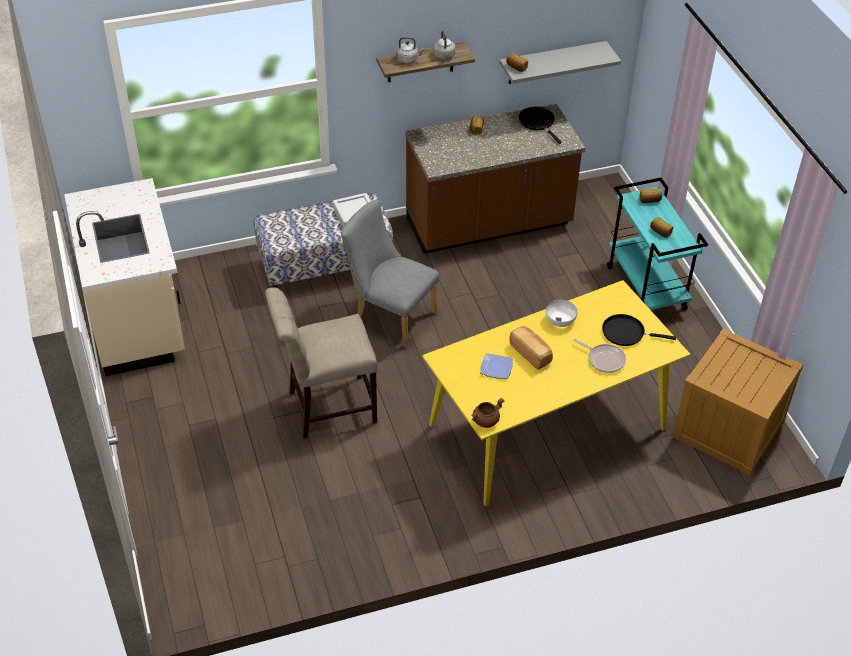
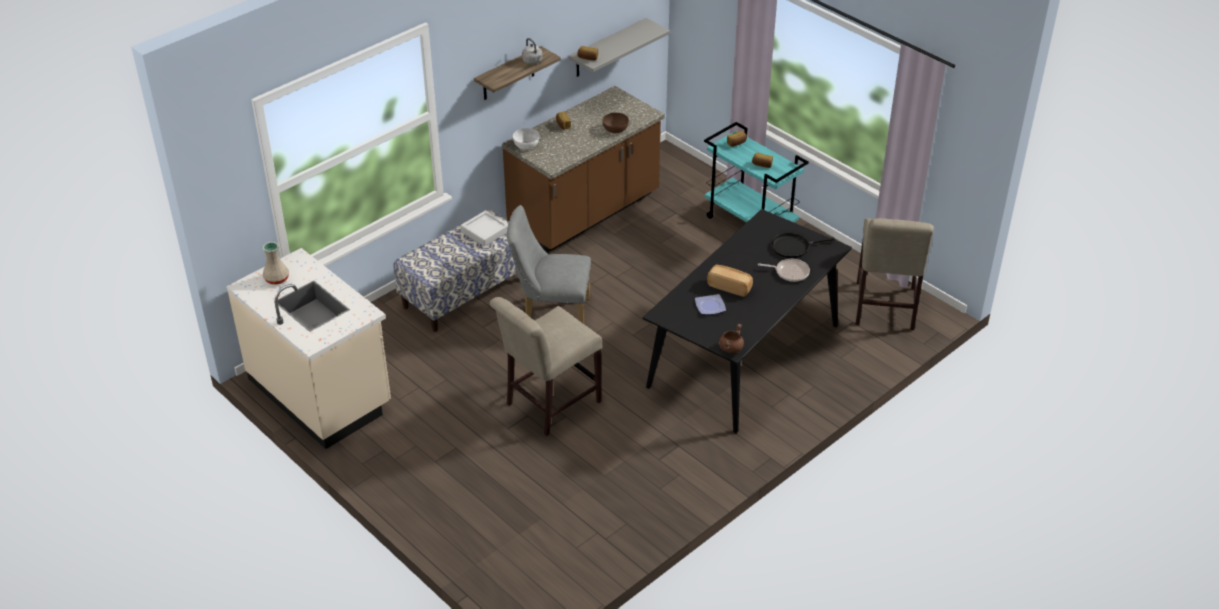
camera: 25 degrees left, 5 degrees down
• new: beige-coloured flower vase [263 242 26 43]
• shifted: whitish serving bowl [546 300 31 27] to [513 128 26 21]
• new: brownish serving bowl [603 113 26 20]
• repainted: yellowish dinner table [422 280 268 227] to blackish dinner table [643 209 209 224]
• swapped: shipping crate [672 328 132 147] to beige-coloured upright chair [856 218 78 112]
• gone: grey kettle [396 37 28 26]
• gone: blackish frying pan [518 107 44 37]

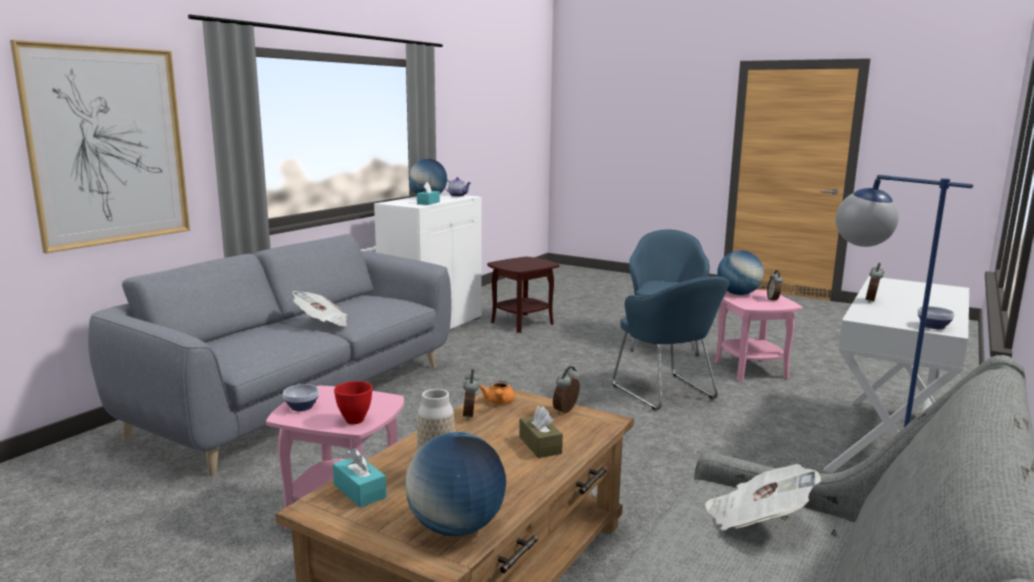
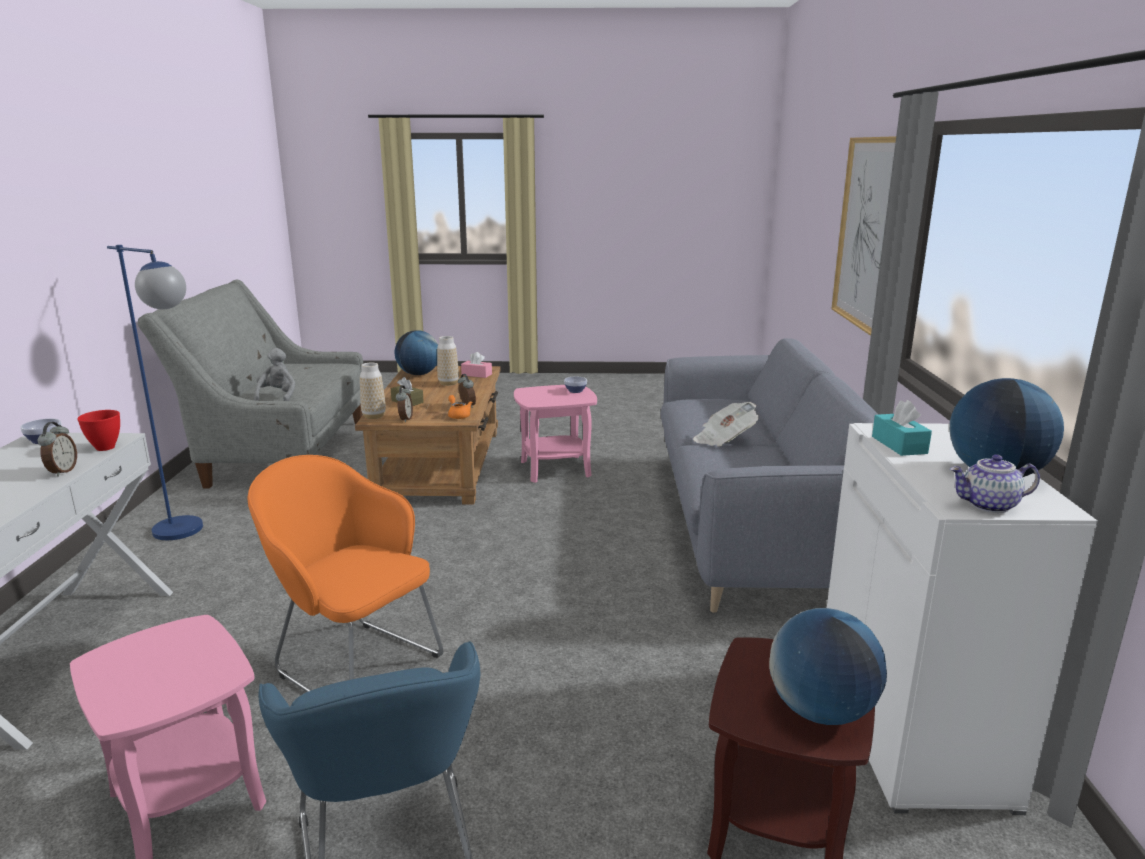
camera: 150 degrees right, 5 degrees up
• shifted: reddish serving bowl [334 381 39 43] to [77 410 43 41]
• repainted: bluish easy chair [612 276 118 134] to orangey easy chair [247 455 196 237]
• swapped: newspaper [705 464 116 67] to grey plush toy [254 348 41 53]
• new: flower vase [360 363 26 56]
• repainted: turquoise-coloured tissue box [333 448 54 59] to pinkish tissue box [461 352 31 26]
• shifted: world globe [717 250 47 45] to [769 608 118 117]
• gone: table clock [767 270 16 32]

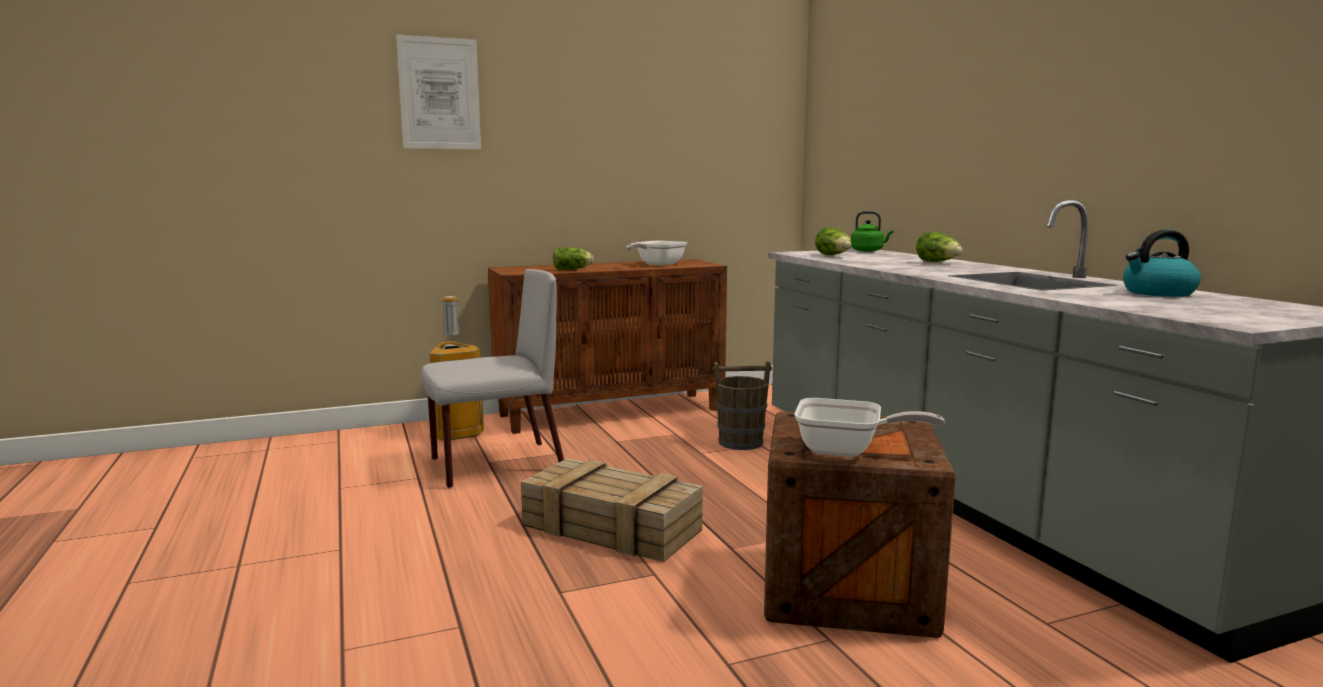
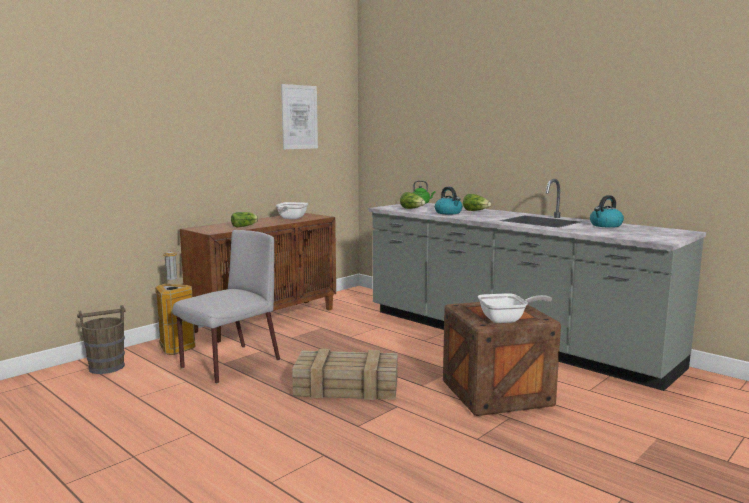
camera: 25 degrees left, 0 degrees up
• shifted: brownish pail [713 361 59 89] to [77 305 49 69]
• shifted: wall picture [396 35 85 114] to [281 84 37 65]
• new: kettle [435 187 27 28]

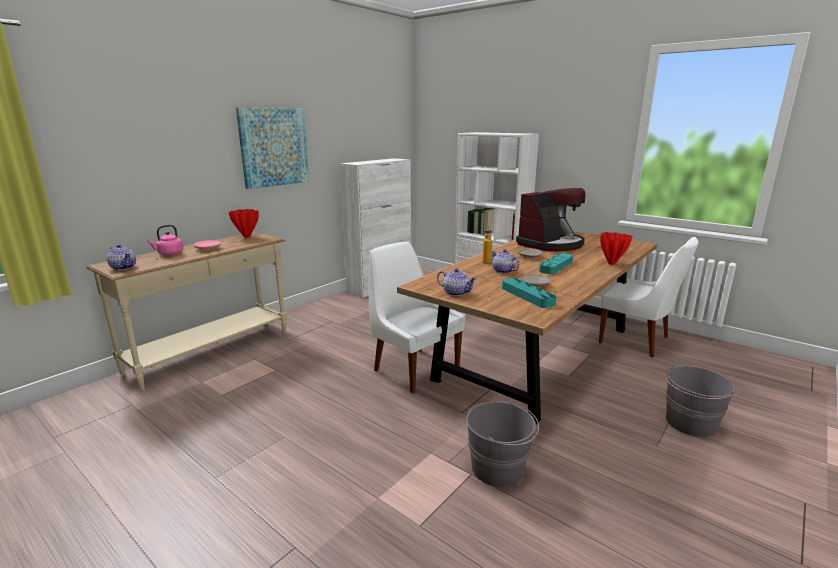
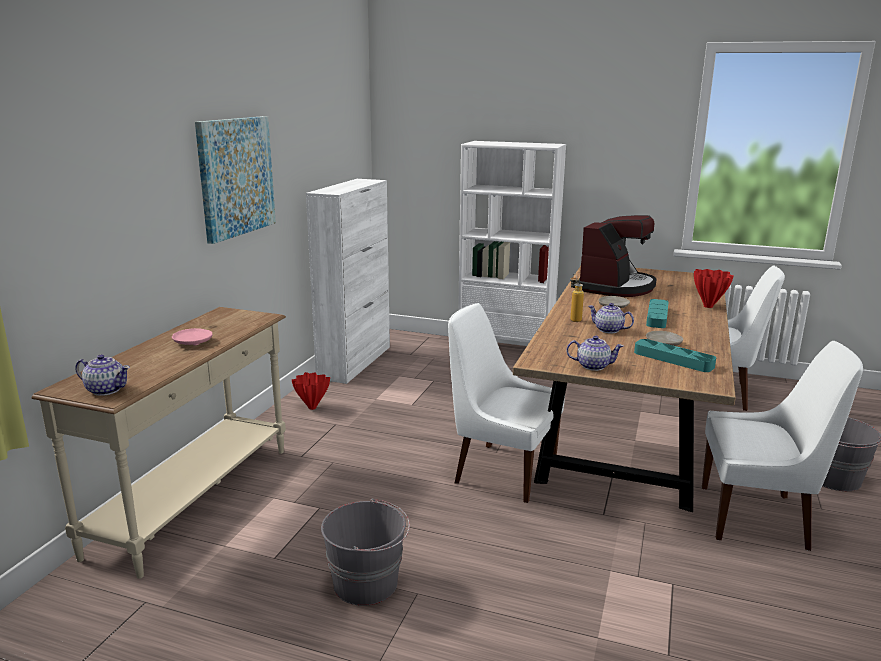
camera: 20 degrees left, 0 degrees up
• shifted: reddish flower vase [229 209 30 29] to [292 372 38 38]
• shifted: grey pail [466 401 73 86] to [321 499 89 107]
• new: whitish upright chair [702 341 161 210]
• gone: pinkish kettle [147 225 36 30]

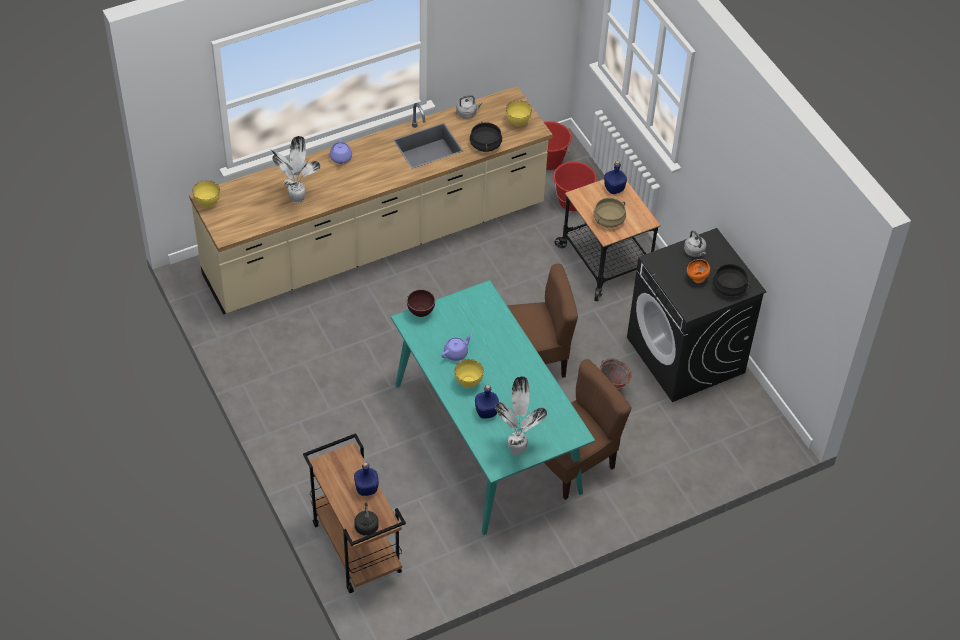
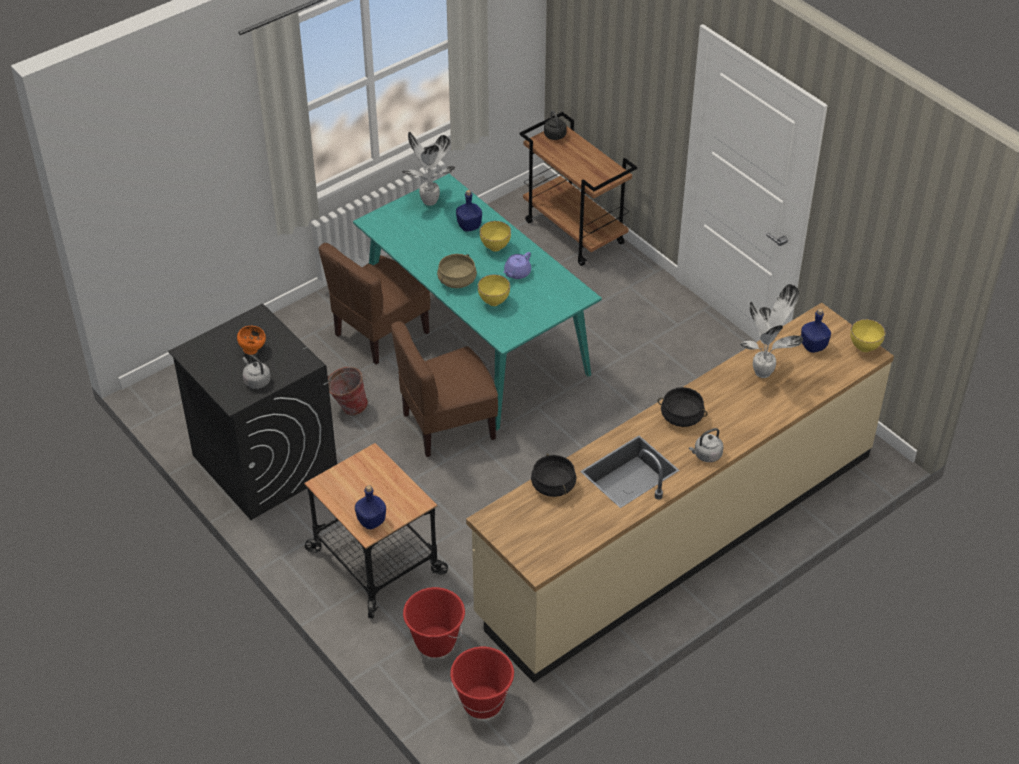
camera: 170 degrees right, 5 degrees down
• shifted: beige-coloured saucepot [593 198 33 30] to [437 254 40 34]
• shifted: yellowish serving bowl [506 100 26 26] to [478 275 32 31]
• shifted: blackish saucepot [713 264 38 32] to [658 387 49 40]
• shifted: grey kettle [456 95 27 24] to [689 428 35 34]
• shifted: bluish drink bottle [354 462 25 34] to [801 309 30 44]
• gone: purplish teapot [330 138 22 26]
• gone: brownish serving bowl [407 289 28 28]

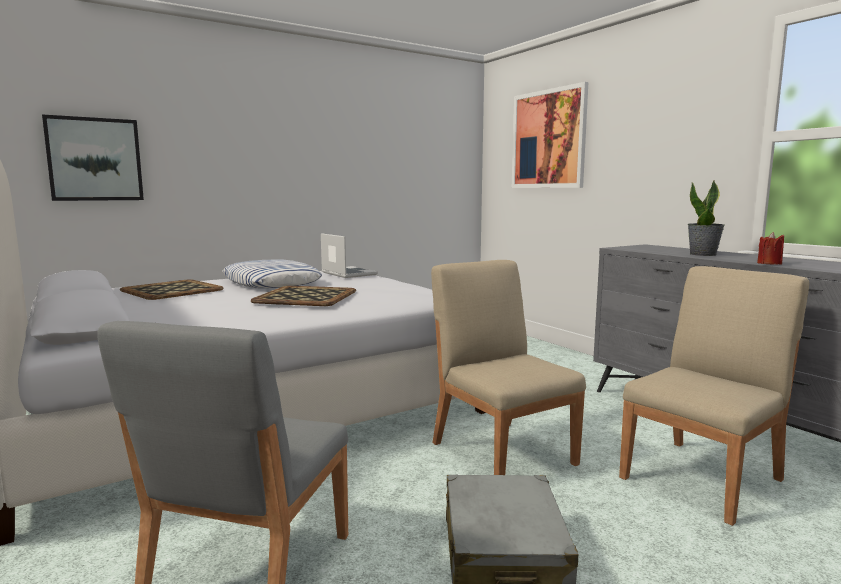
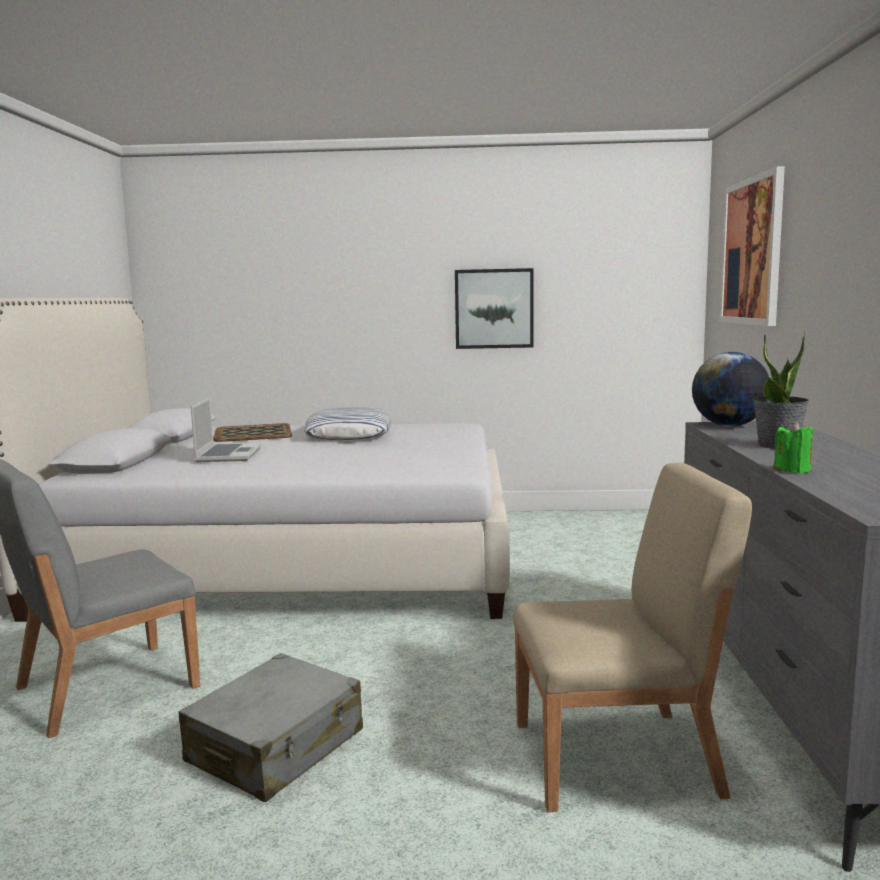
camera: 35 degrees right, 0 degrees up
• shifted: laptop [321 233 57 45] to [191 397 70 65]
• shifted: wall picture [42 114 102 87] to [455 268 79 81]
• new: world globe [692 352 77 74]
• repainted: reddish wax light [757 232 27 33] to green wax light [773 421 40 52]
• gone: serving tray [251 286 105 20]
• gone: beige-coloured upright chair [431 260 155 215]

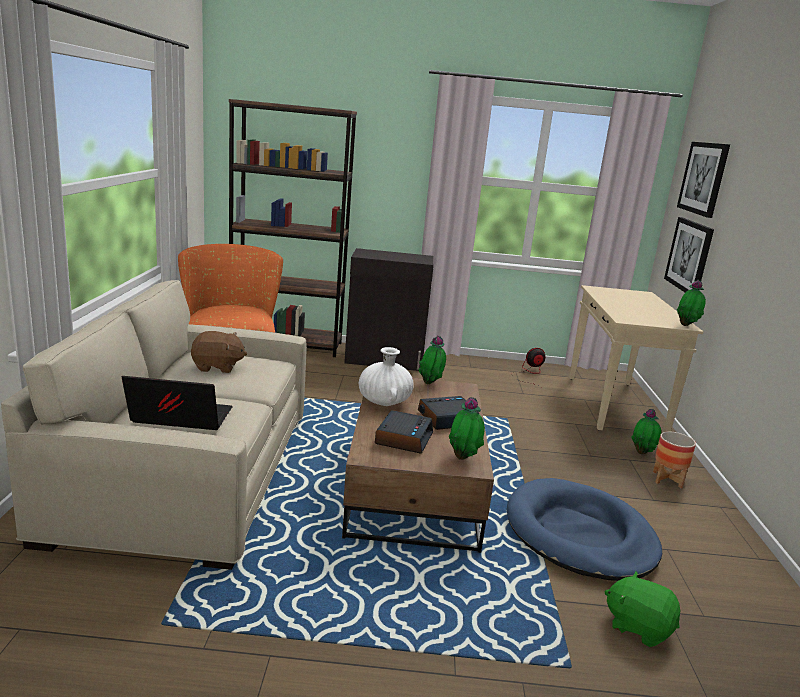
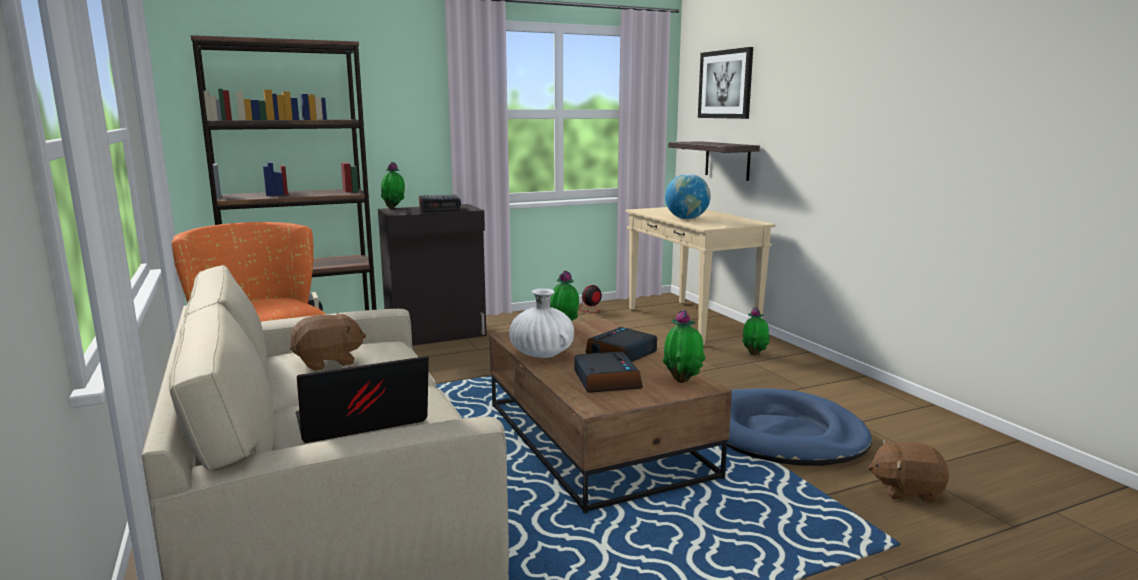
camera: 25 degrees left, 5 degrees down
• shifted: plant in a pot [677 280 29 46] to [381 162 24 47]
• new: table clock [419 195 42 17]
• new: world globe [665 174 46 45]
• swapped: wall picture [664 217 50 76] to shelf [668 141 92 40]
• repainted: green plush toy [604 571 76 76] to brownish plush toy [868 439 81 64]
• gone: planter [653 431 43 57]

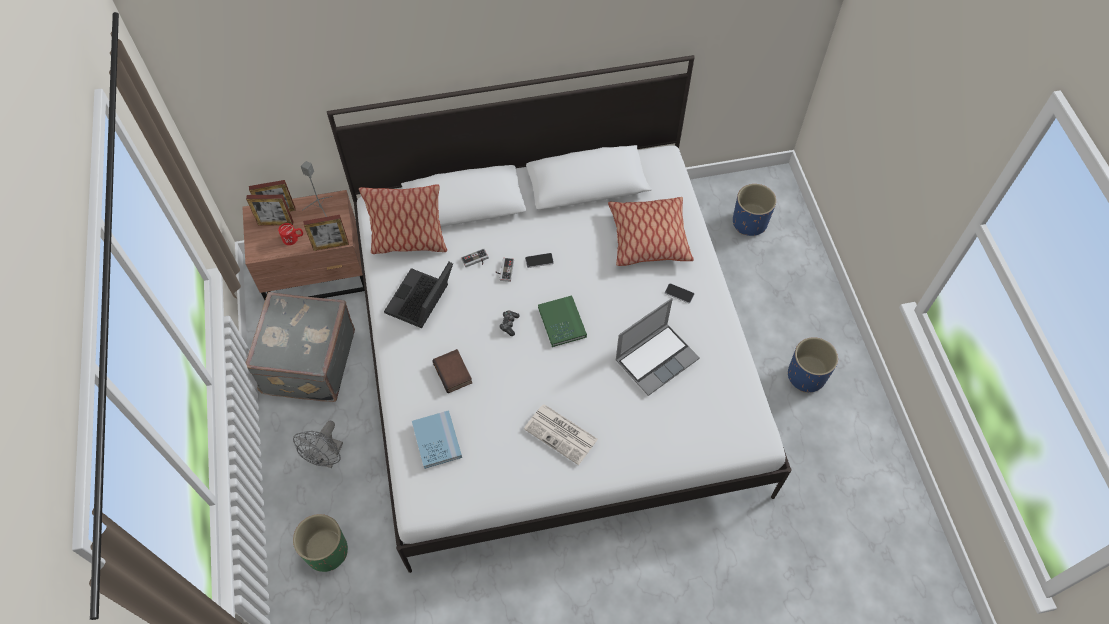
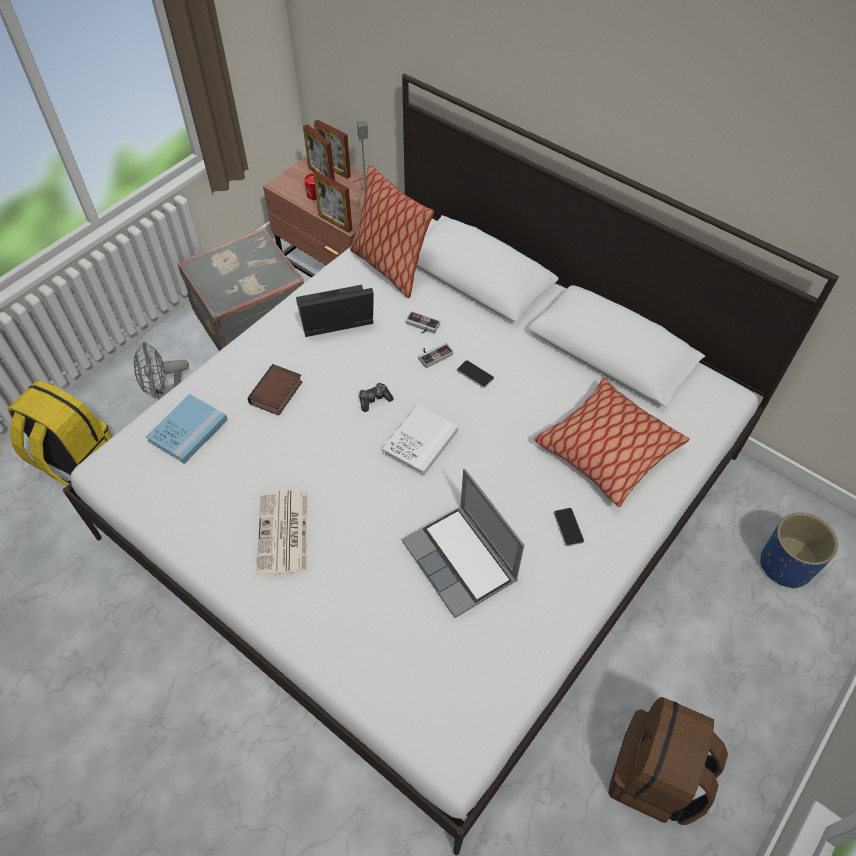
camera: 50 degrees right, 5 degrees down
• swapped: green planter [293 514 55 58] to yellowish backpack [7 380 105 106]
• repainted: green volume [538 295 49 52] to whitish volume [382 405 76 71]
• rotated: laptop [615 298 85 98] = [402 469 122 149] 45 degrees clockwise
• swapped: bluish planter [788 337 50 56] to brownish backpack [608 697 120 128]

